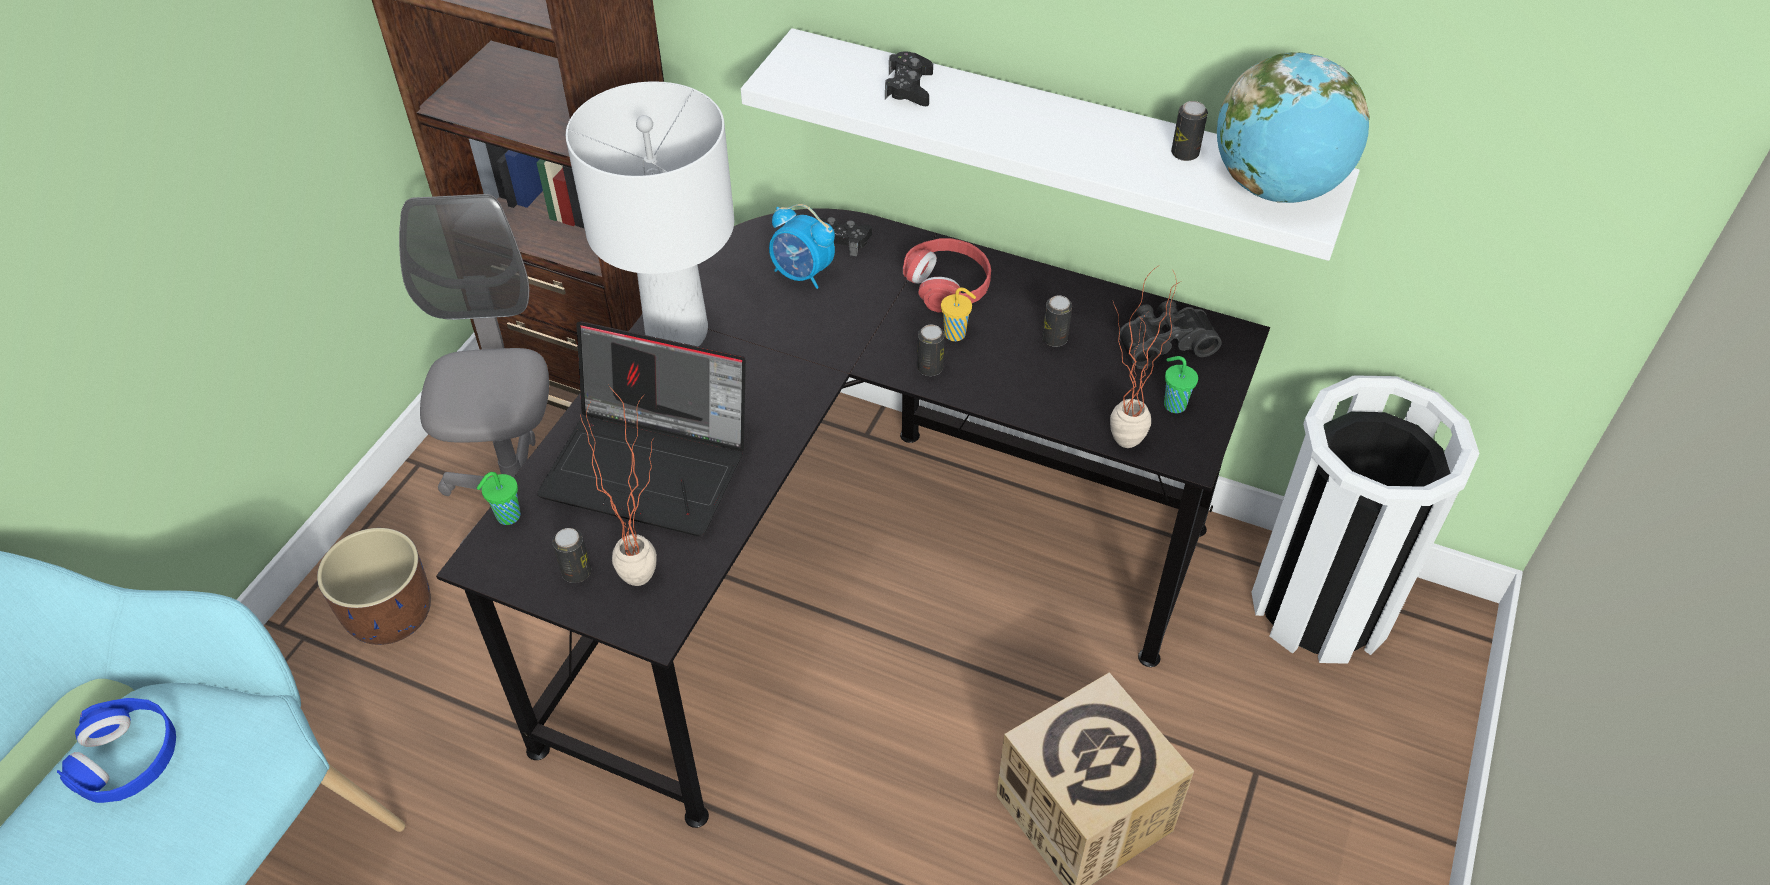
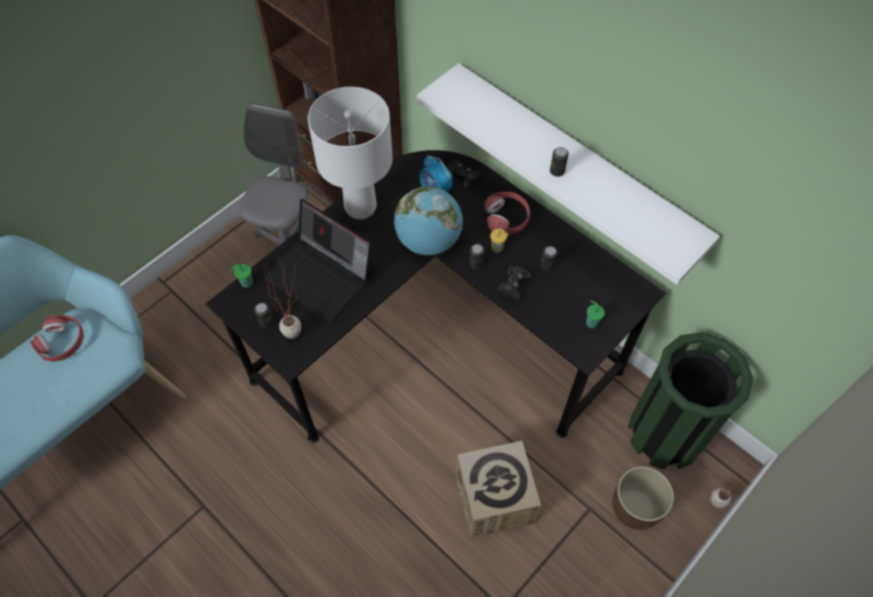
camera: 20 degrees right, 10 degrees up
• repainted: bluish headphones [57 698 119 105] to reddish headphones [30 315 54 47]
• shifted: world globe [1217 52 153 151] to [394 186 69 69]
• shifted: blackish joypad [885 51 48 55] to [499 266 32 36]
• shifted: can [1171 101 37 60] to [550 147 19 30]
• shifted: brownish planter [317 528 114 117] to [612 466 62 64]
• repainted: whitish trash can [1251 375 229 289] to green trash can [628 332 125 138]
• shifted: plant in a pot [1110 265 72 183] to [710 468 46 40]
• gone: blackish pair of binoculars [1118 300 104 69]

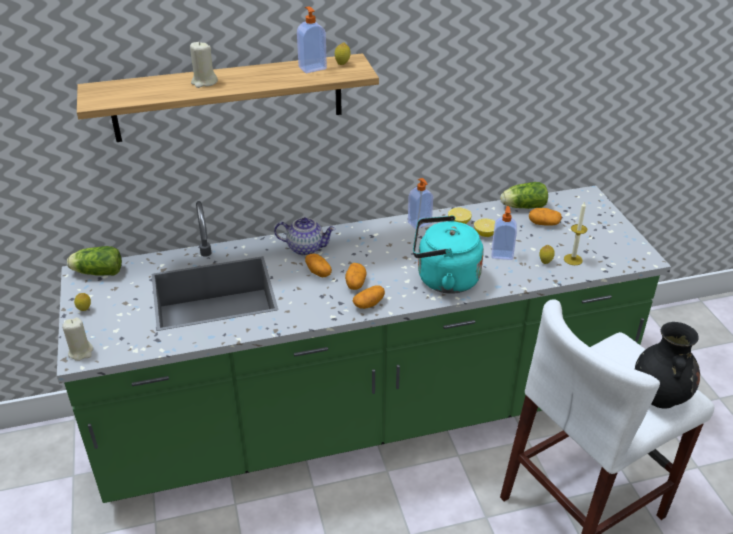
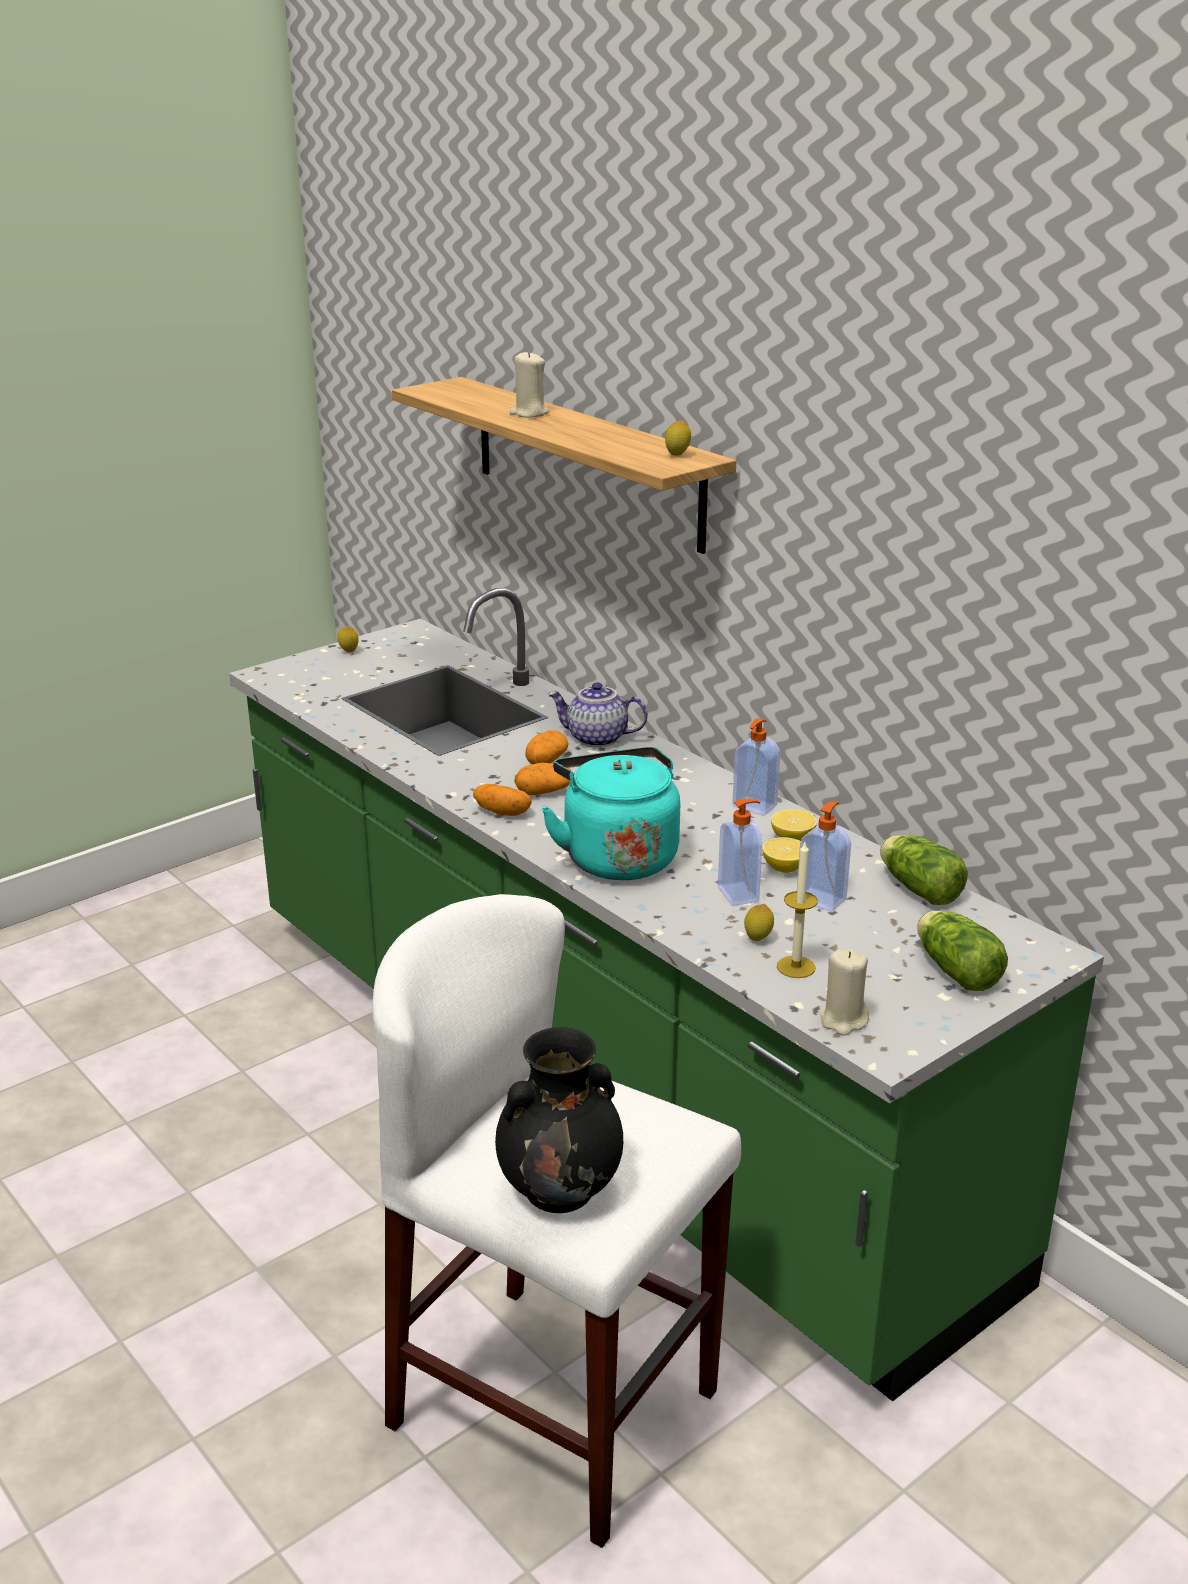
camera: 65 degrees right, 10 degrees down
• rotated: teapot [274 218 62 38] = [548 682 100 65] 120 degrees clockwise
• shifted: soap bottle [297 7 30 66] to [797 801 54 111]
• shifted: beige-coloured wax light [62 317 31 44] to [820 950 49 86]
• shifted: lettuce [67 246 55 30] to [917 911 91 80]
• gone: whole potato [529 208 33 18]

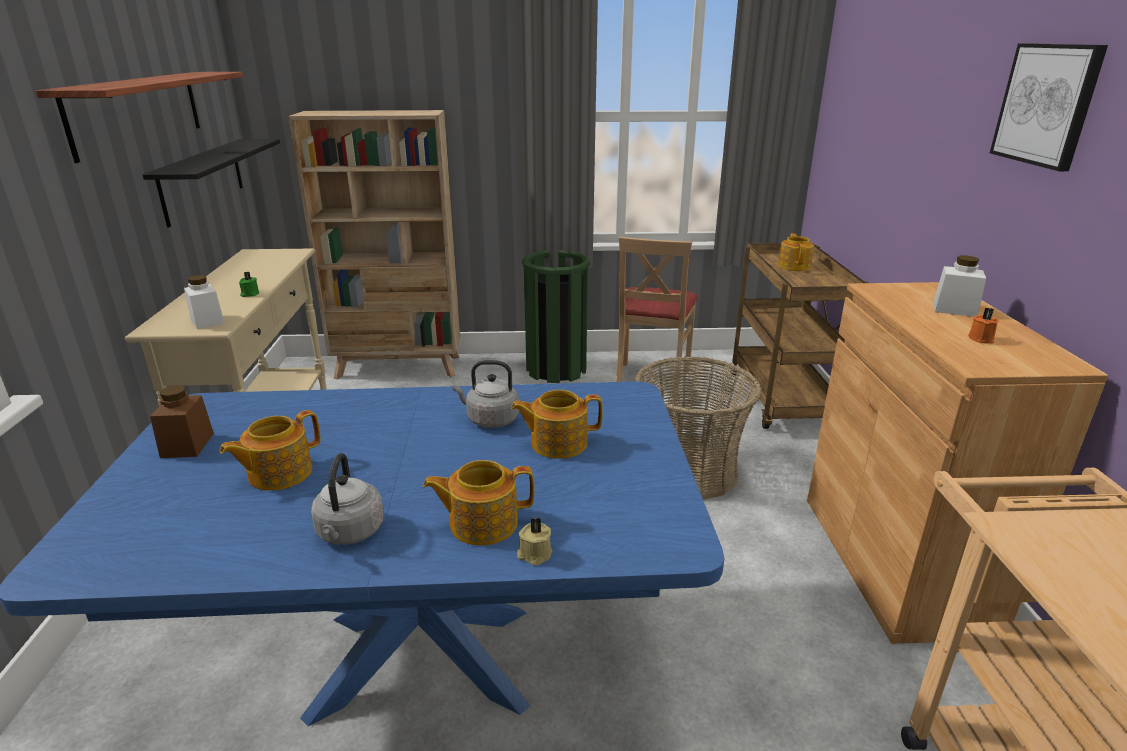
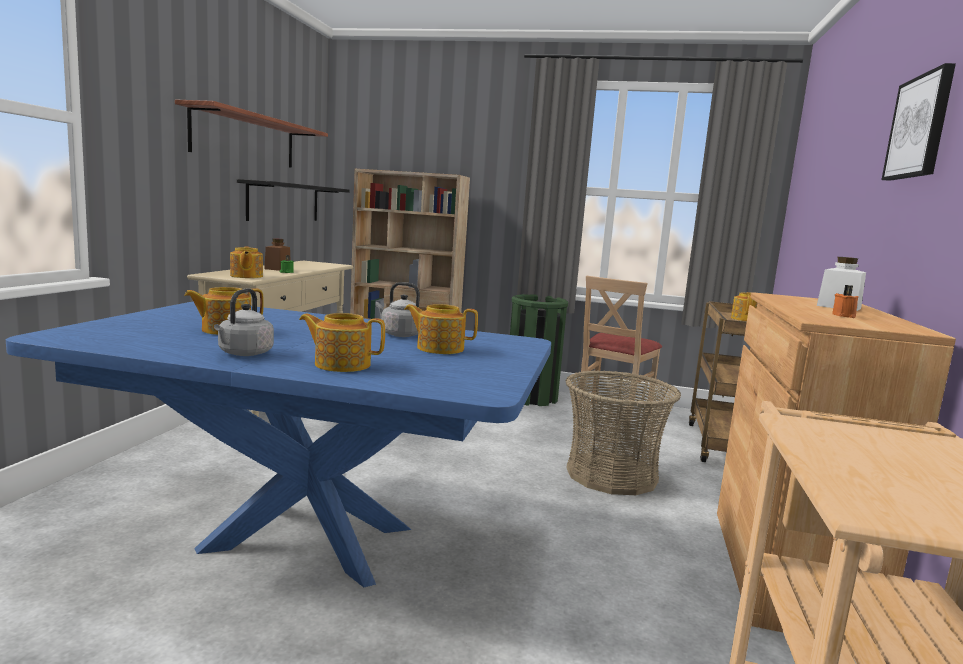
camera: 15 degrees right, 15 degrees down
• swapped: whitish jar [184 275 41 54] to teapot [230 247 33 31]
• shifted: brownish jar [150 385 64 73] to [264 238 26 33]
• gone: beige-coloured wax light [517 517 35 49]

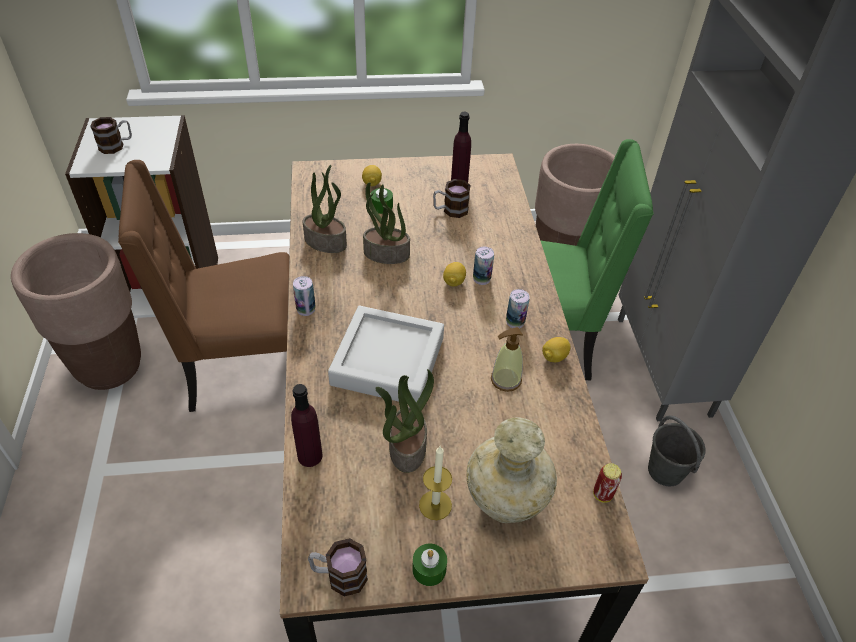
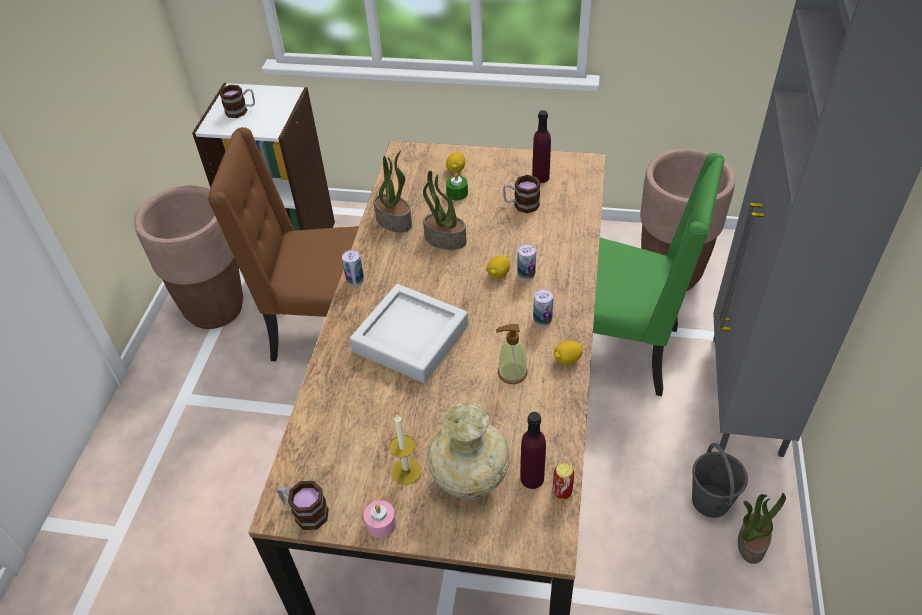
camera: 20 degrees right, 0 degrees up
• repainted: green wax light [412 543 35 43] to pinkish wax light [364 500 32 38]
• shifted: purplish drink bottle [291 384 31 83] to [520 412 26 77]
• shifted: plant in a pot [375 369 59 104] to [738 493 48 71]

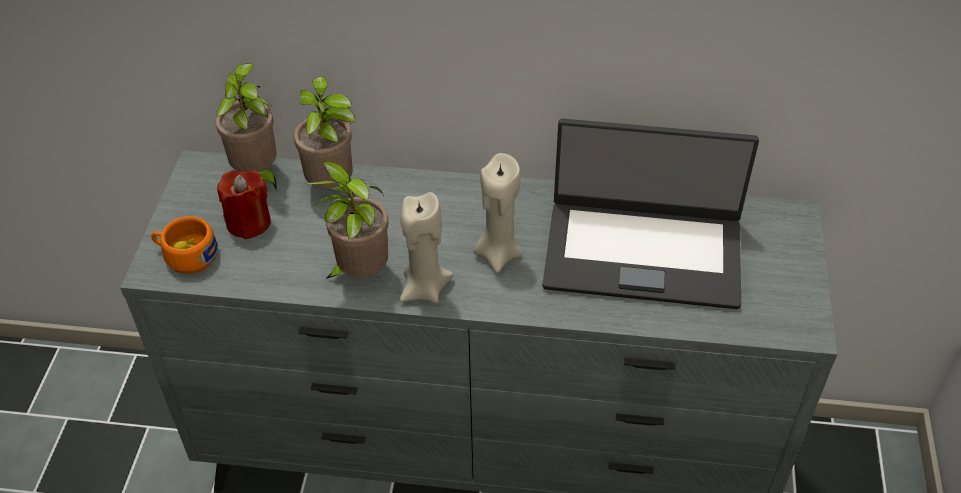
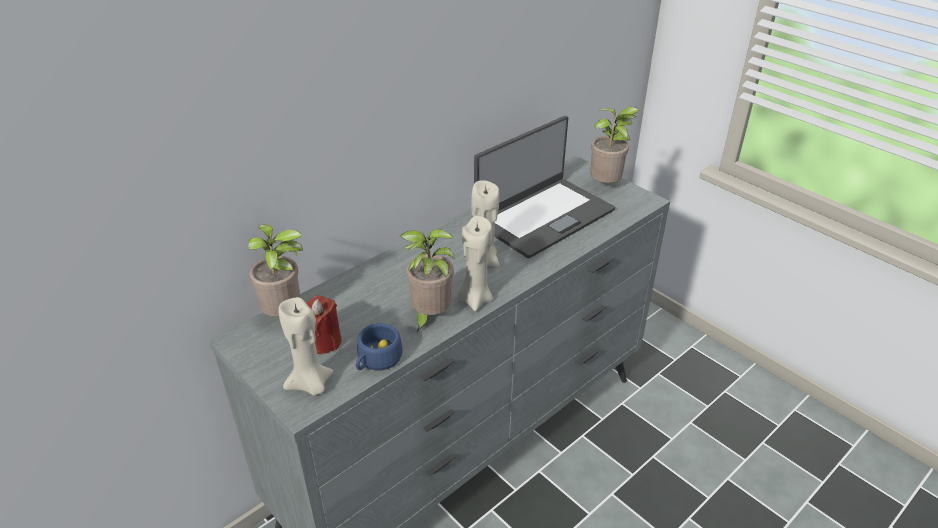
camera: 50 degrees left, 10 degrees down
• swapped: orangey small cup [151 216 67 58] to beige-coloured wax light [278 297 56 99]
• new: bluish small cup [356 323 47 48]
• shifted: plant in a pot [294 76 61 115] to [590 107 49 76]

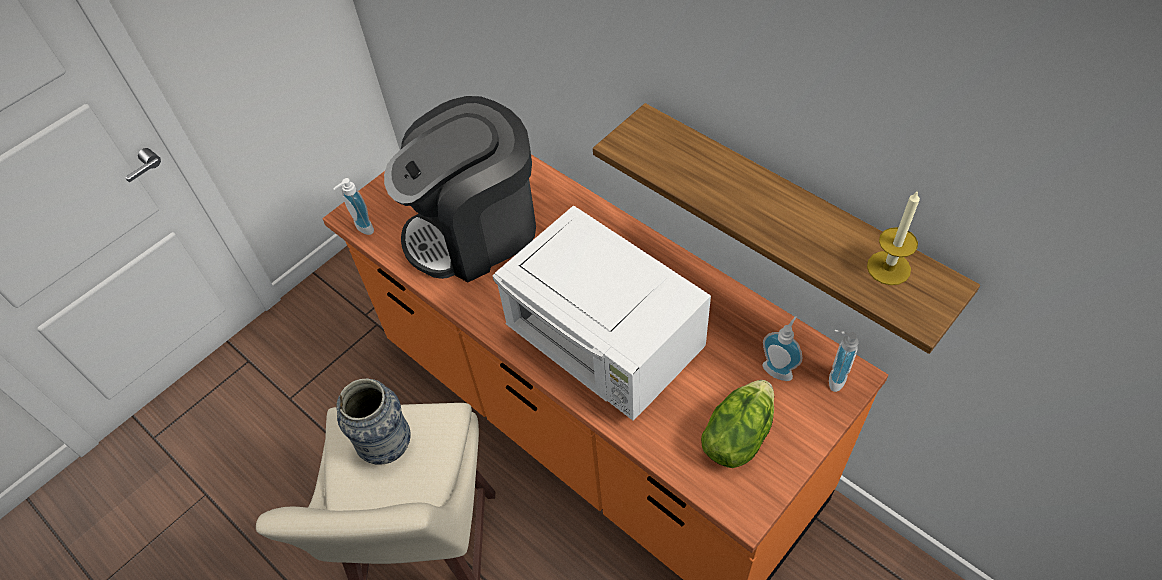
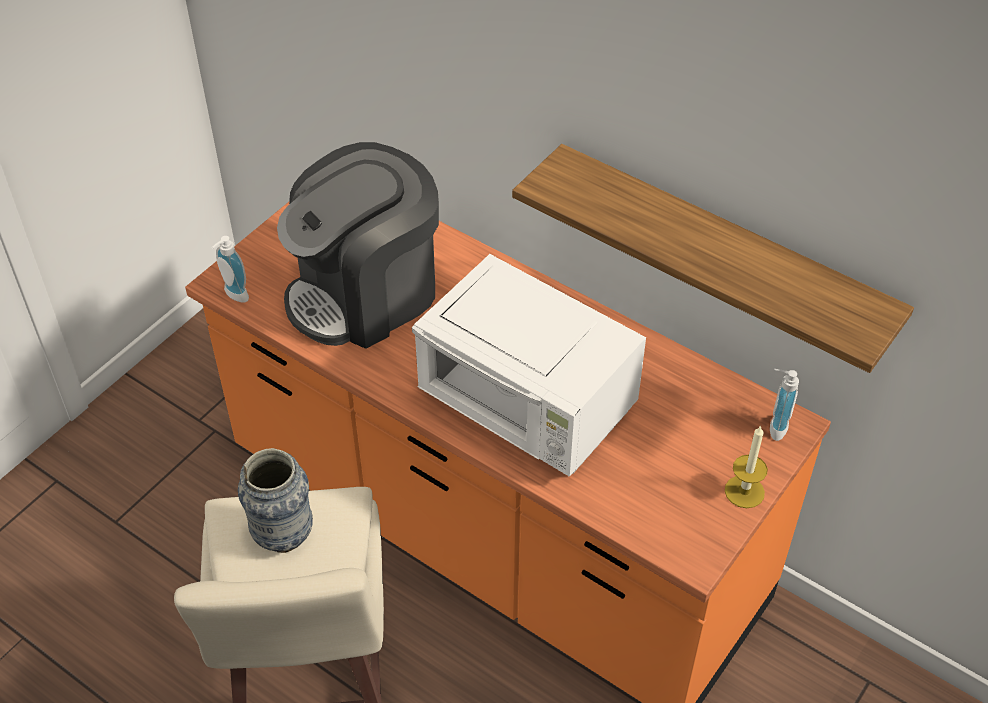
camera: 10 degrees left, 5 degrees down
• shifted: wax light [867 190 53 95] to [725 425 43 83]
• gone: lettuce [701 380 73 88]
• gone: soap bottle [762 316 40 65]

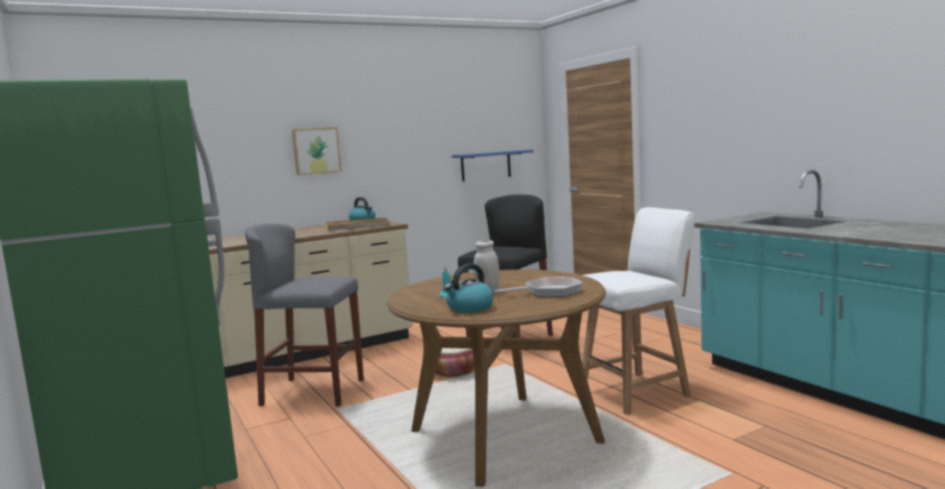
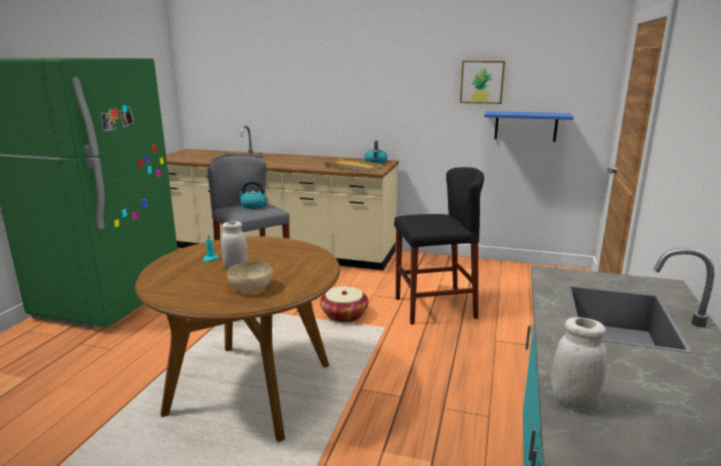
camera: 45 degrees right, 10 degrees up
• swapped: frying pan [495 277 88 20] to beige-coloured serving bowl [227 262 46 31]
• shifted: kettle [444 263 50 50] to [236 181 31 28]
• shifted: wall picture [292 127 50 48] to [460 61 45 43]
• new: whitish jar [551 317 56 93]
• gone: whitish upright chair [582 207 113 208]

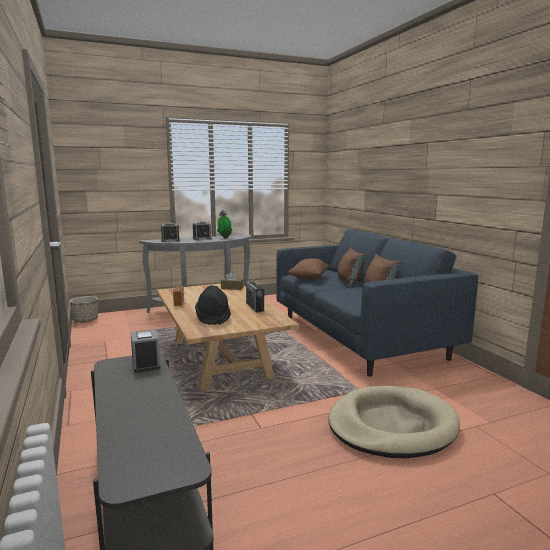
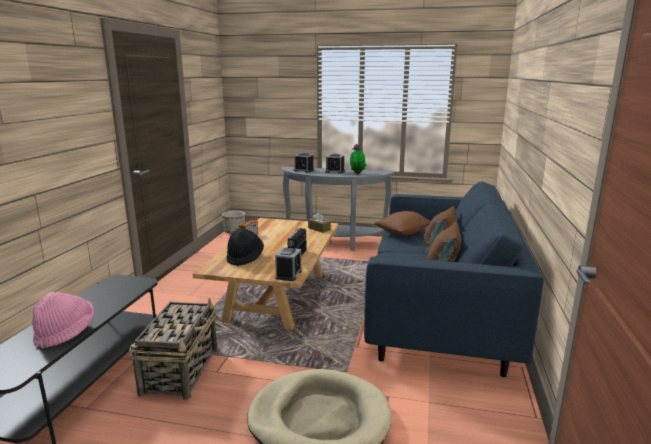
camera: 35 degrees right, 5 degrees up
• new: pinkish wearable hat [32 292 62 56]
• new: storage basket [129 298 88 102]
• shifted: table clock [131 329 29 43] to [275 247 27 34]

